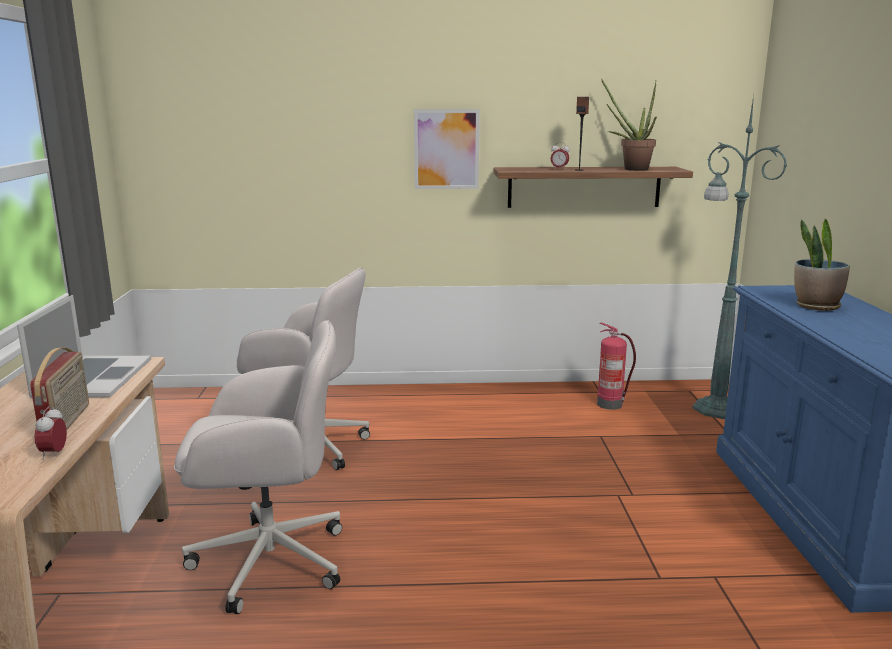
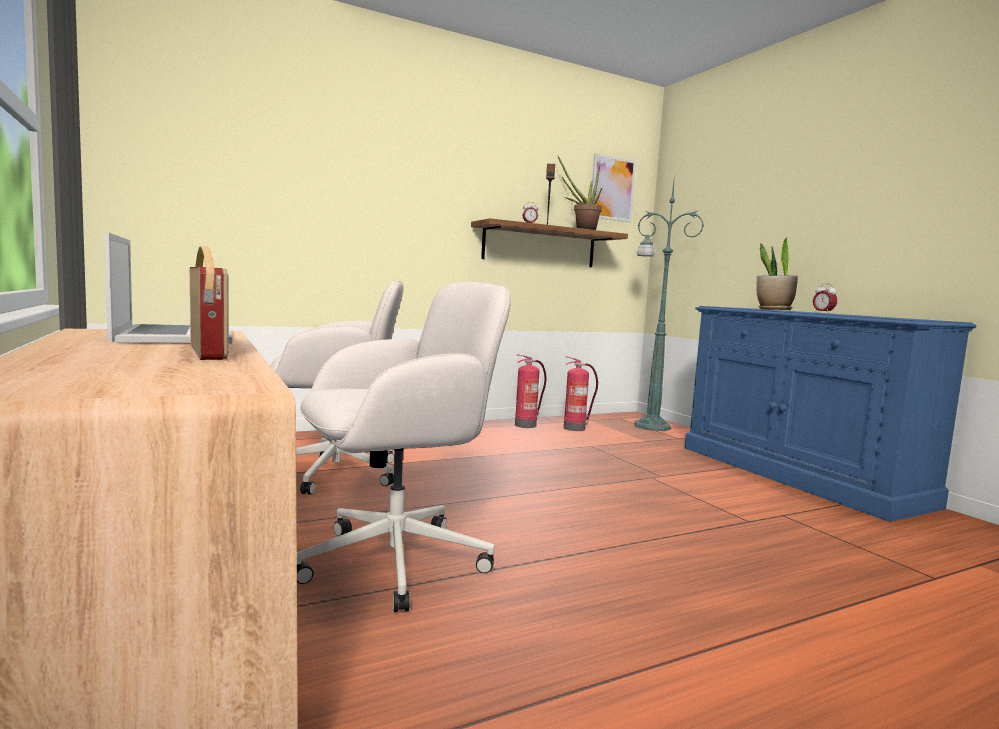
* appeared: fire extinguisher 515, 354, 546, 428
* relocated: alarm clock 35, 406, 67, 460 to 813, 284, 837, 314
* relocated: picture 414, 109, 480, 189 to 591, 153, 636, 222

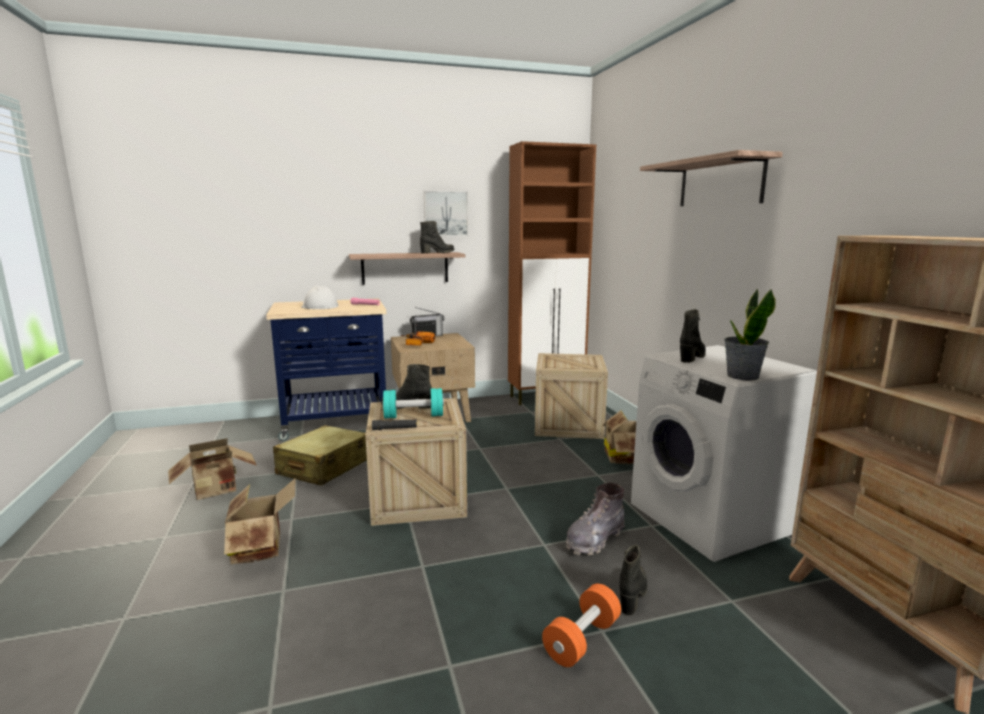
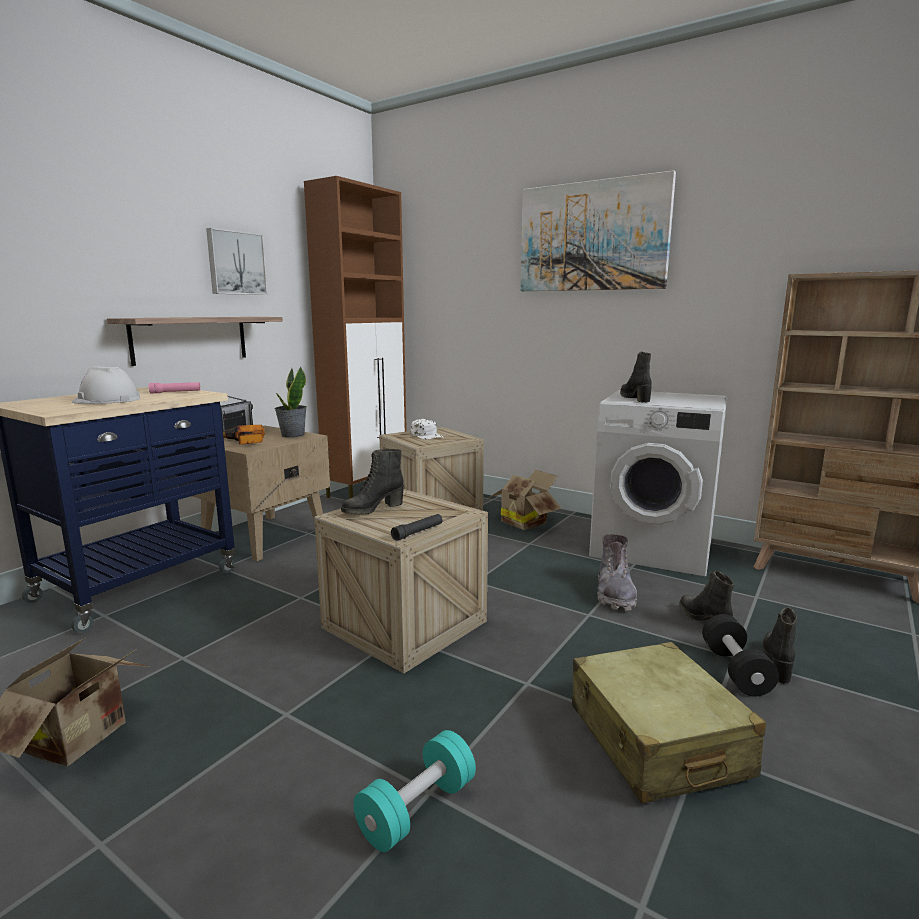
* missing: cardboard box 224, 478, 296, 564
* appeared: white cap 411, 419, 443, 440
* relocated: beige suitcase 273, 425, 367, 486 to 572, 642, 766, 804
* relocated: turquoise dumbbell 383, 388, 444, 418 to 353, 730, 476, 852
* relocated: black boot 420, 221, 454, 253 to 762, 607, 797, 684
* relocated: potted plant 724, 289, 775, 381 to 275, 367, 307, 438
* exchanged: shelf 640, 150, 783, 206 to picture 520, 170, 676, 291
* colour: orange dumbbell 542, 584, 621, 667 to black dumbbell 702, 614, 779, 697

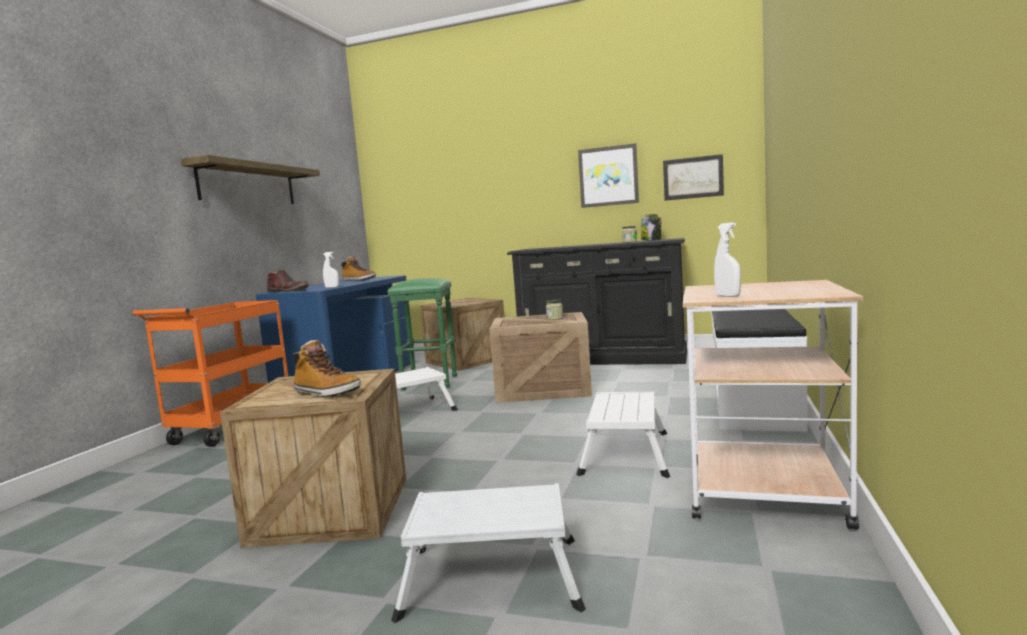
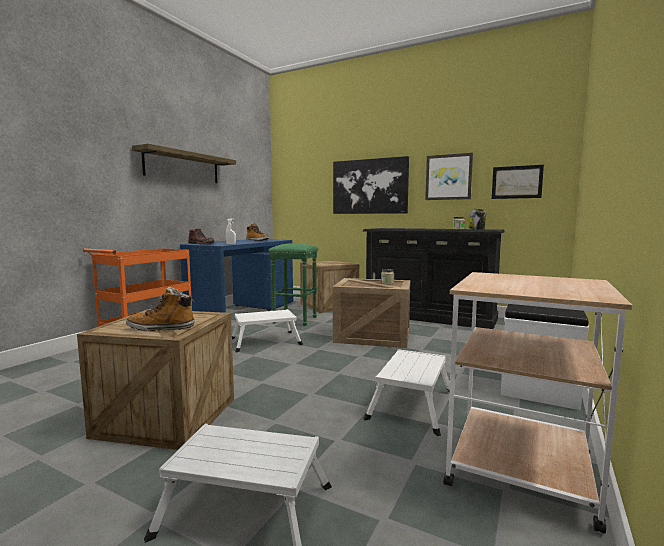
* missing: white spray bottle 714, 222, 741, 297
* appeared: picture 333, 156, 409, 214
* spun: boot 293, 340, 361, 397 = 126, 287, 195, 331 135 degrees clockwise

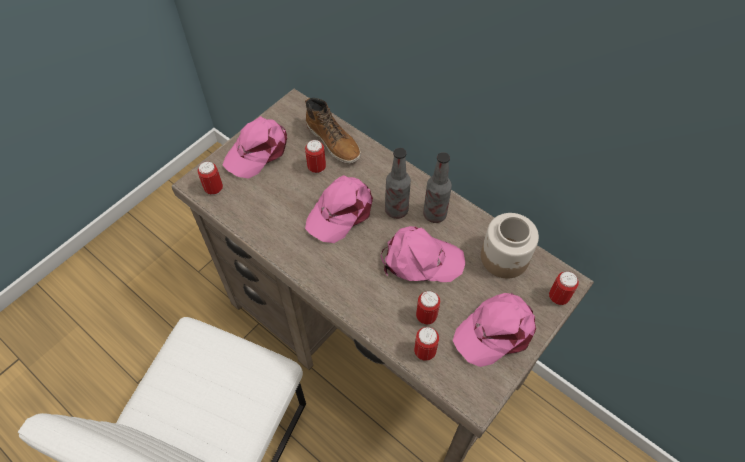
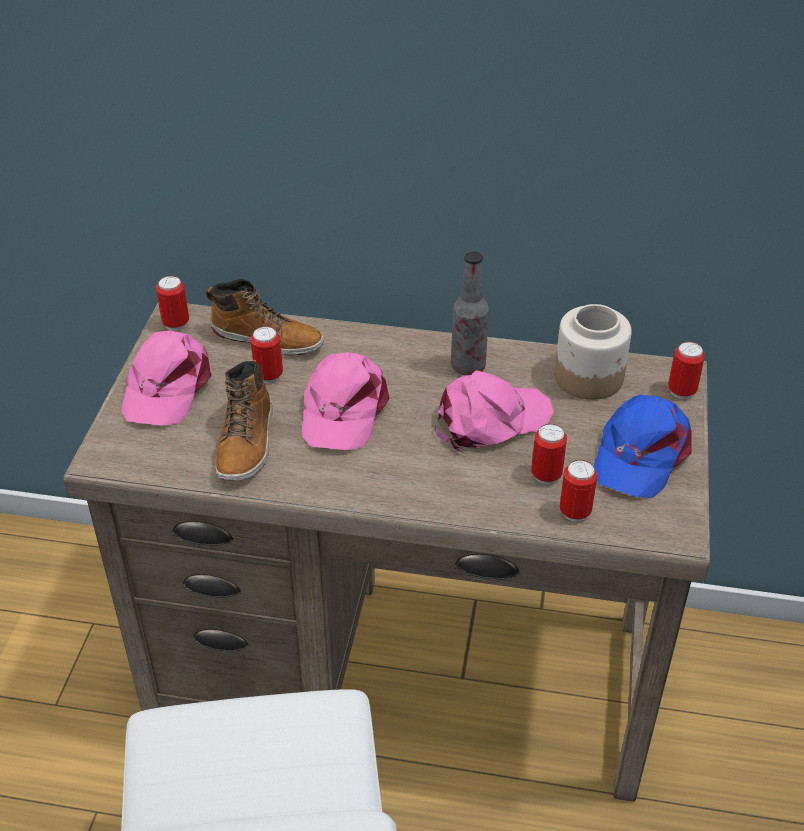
* missing: bottle 385, 148, 411, 219
* appeared: boot 216, 361, 273, 481
* relocated: can 197, 161, 223, 195 to 156, 276, 189, 330
* colour: pink cap 453, 293, 536, 367 to blue cap 594, 395, 692, 498

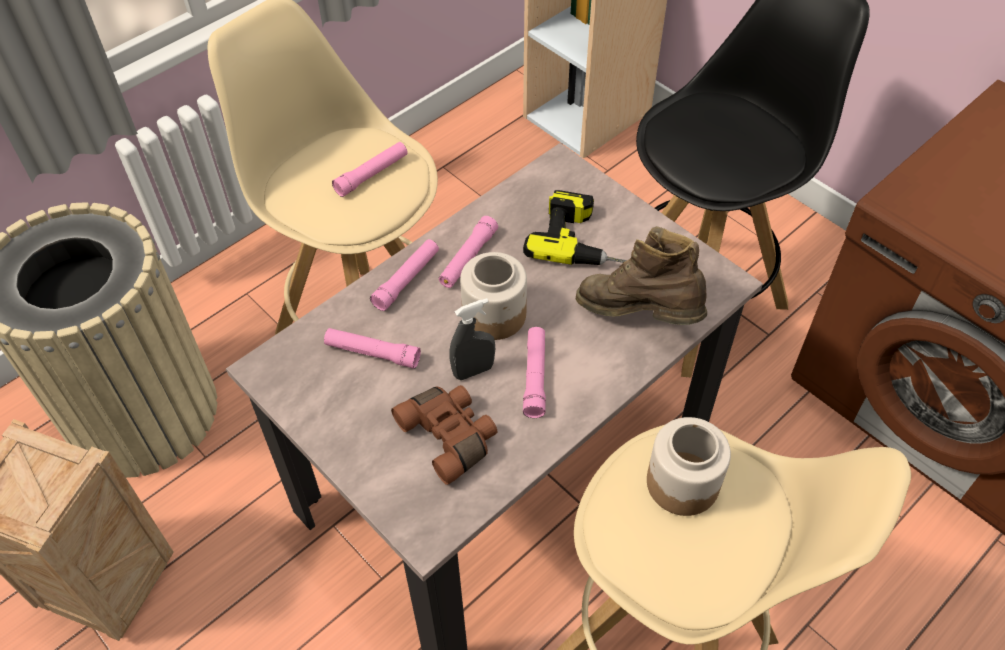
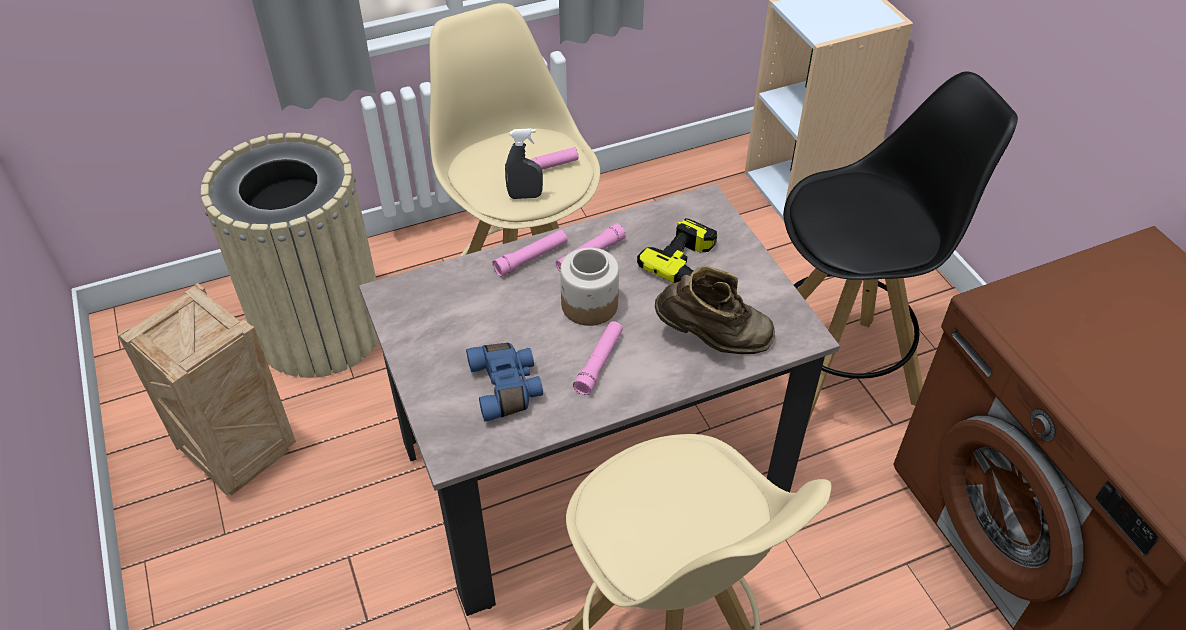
* missing: pink flashlight 324, 328, 421, 369
* missing: jar 647, 417, 731, 516
* relocated: grey spray bottle 450, 298, 495, 380 to 505, 128, 543, 199
* colour: brown binoculars 391, 385, 497, 485 to blue binoculars 466, 343, 543, 422
* spun: brown boot 576, 226, 707, 325 = 655, 266, 775, 354 135 degrees clockwise

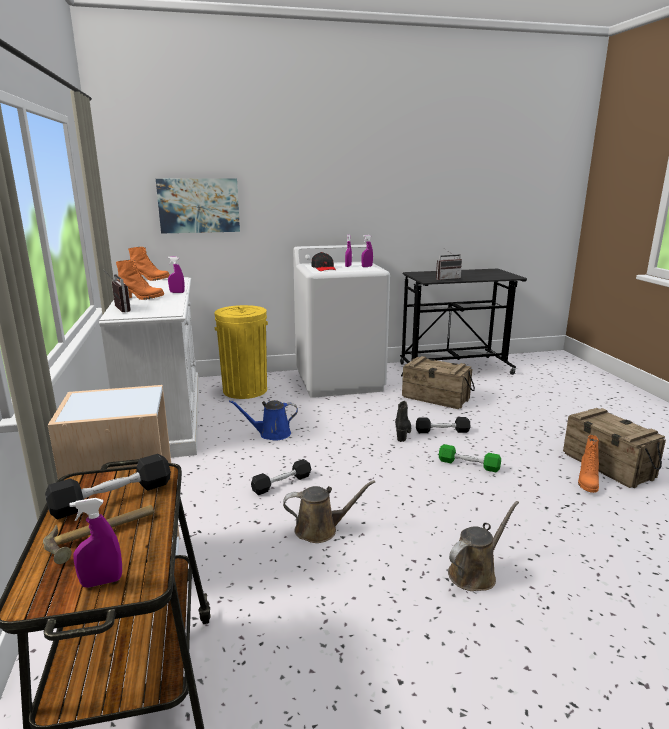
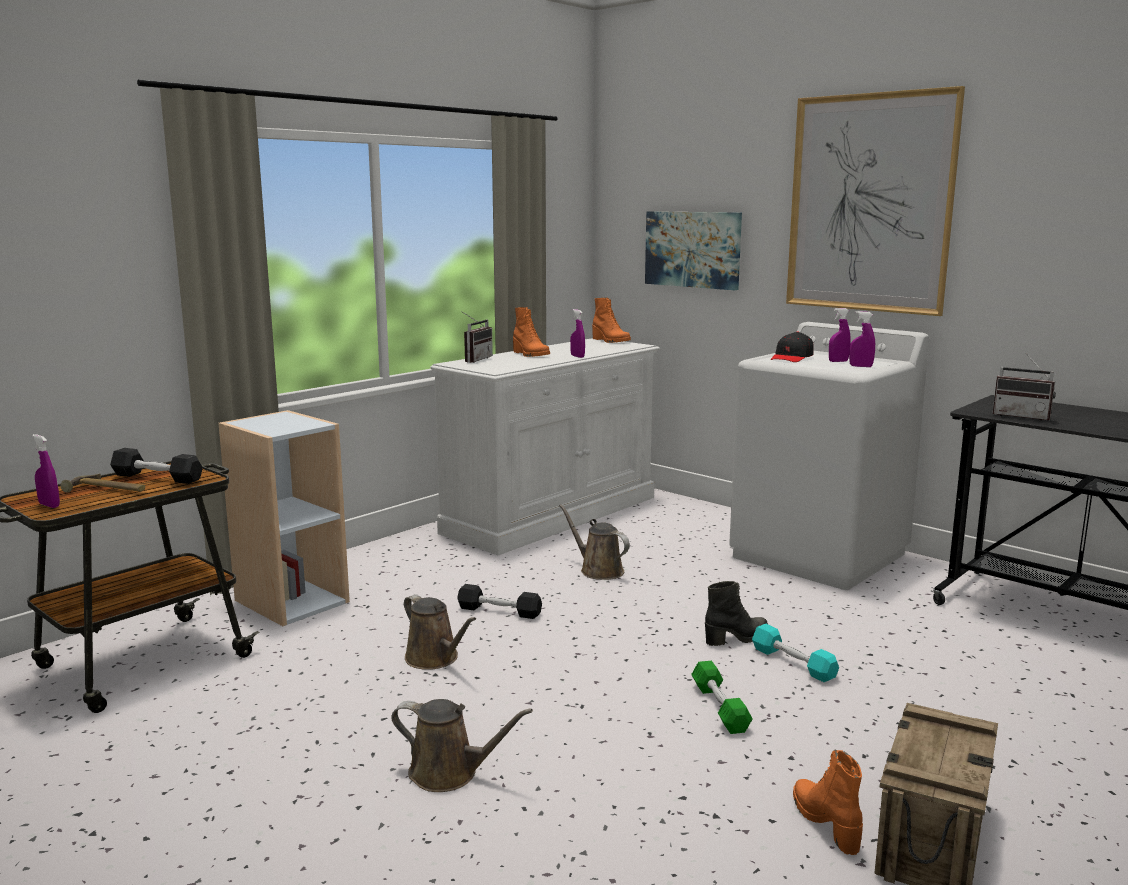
* missing: yellow trash can 214, 305, 268, 399
* missing: crate 401, 356, 475, 409
* appeared: picture 786, 86, 965, 316
* colour: blue watering can 229, 400, 298, 441 to brown watering can 559, 504, 630, 580
* colour: black dumbbell 416, 417, 470, 433 to turquoise dumbbell 752, 624, 839, 682
* spun: orange boot 578, 435, 599, 493 = 793, 750, 863, 855 90 degrees clockwise

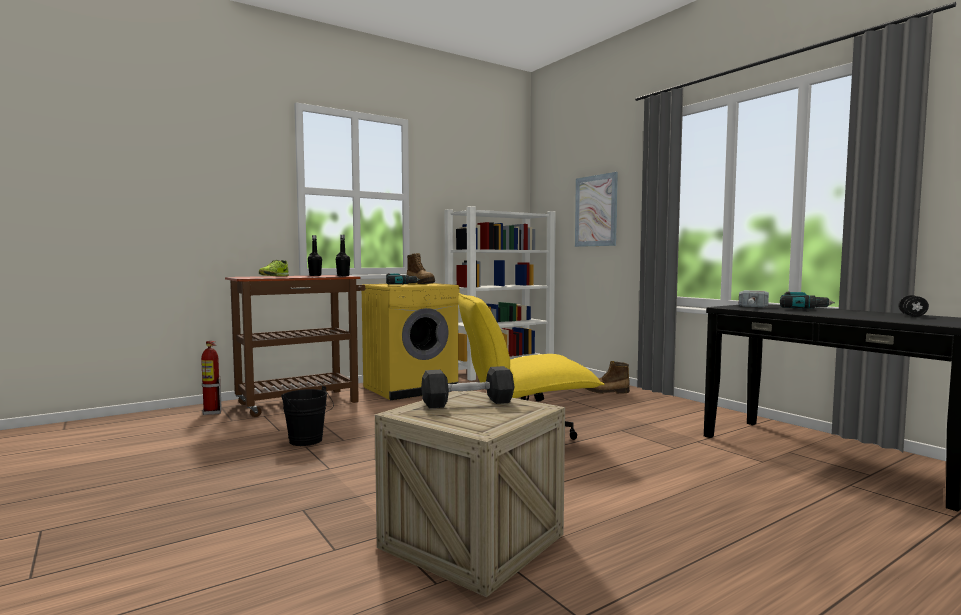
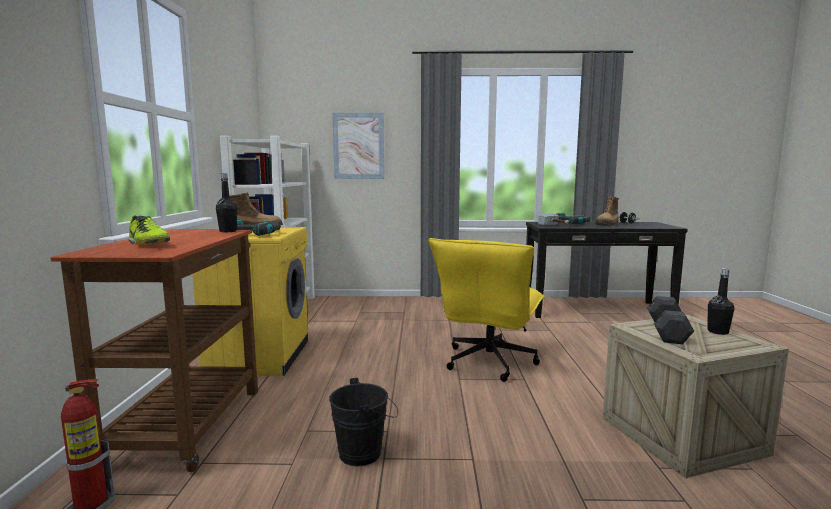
* relocated: black bottle 308, 235, 322, 276 to 707, 268, 734, 335
* relocated: boot 584, 361, 630, 394 to 595, 196, 619, 226

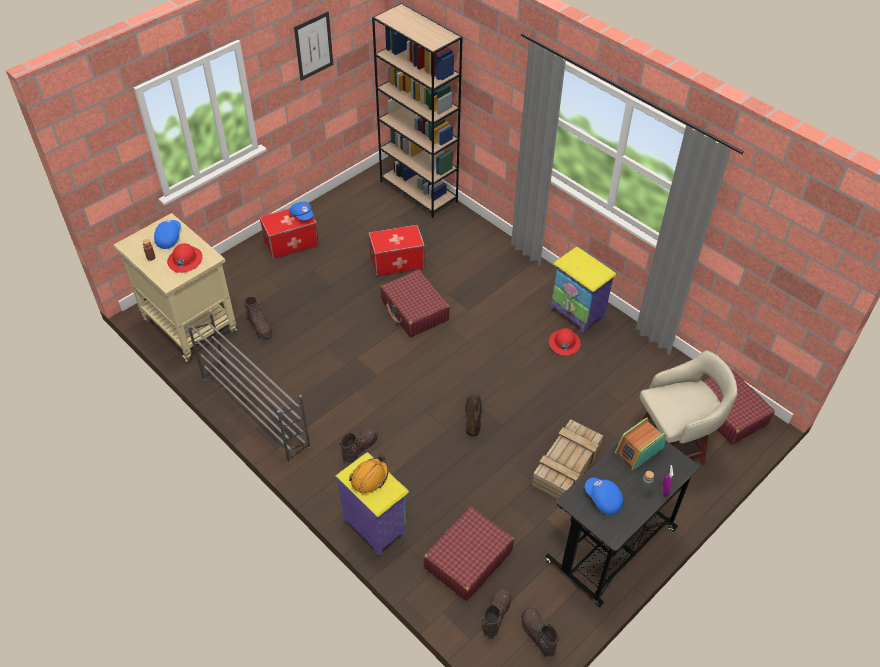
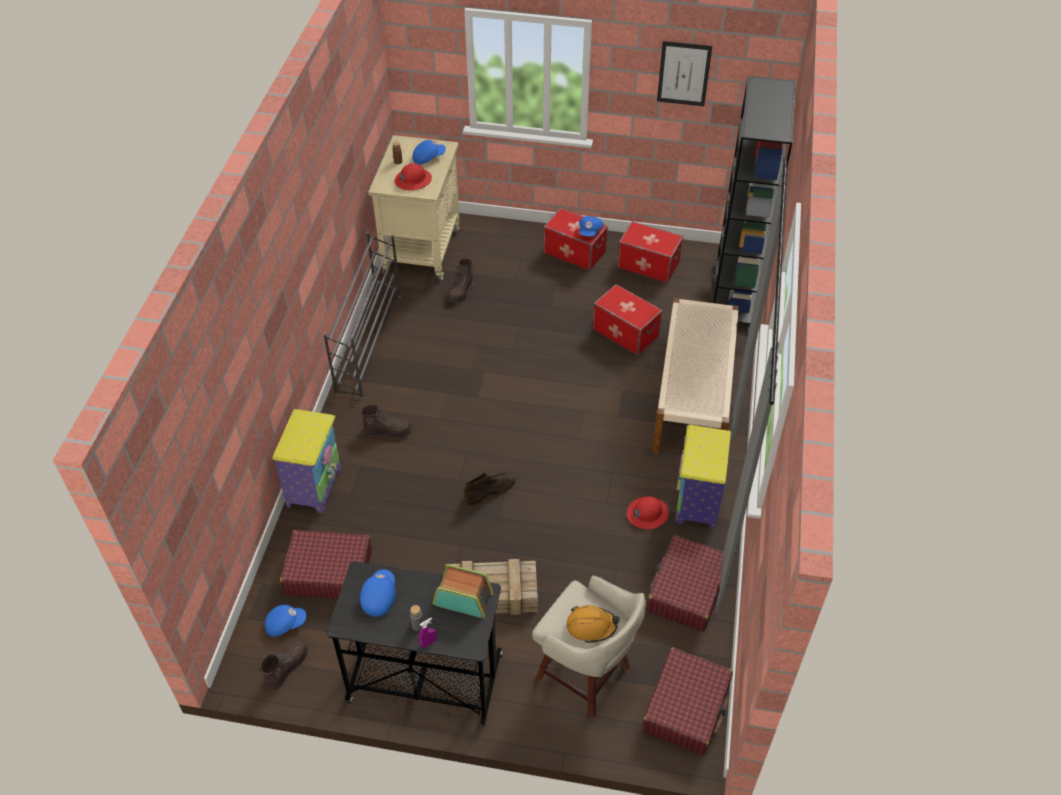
* appeared: storage box 618, 221, 683, 283
* appeared: beige bench 652, 298, 739, 454
* relocated: orange hard hat 349, 455, 389, 494 to 566, 605, 620, 643
* relocated: red suitcase 380, 270, 450, 337 to 646, 535, 724, 632
* exchanged: brown boot 482, 589, 511, 637 to blue cap 265, 605, 306, 637
* colour: beige bookcase 372, 3, 463, 218 to black bookcase 713, 76, 796, 324

